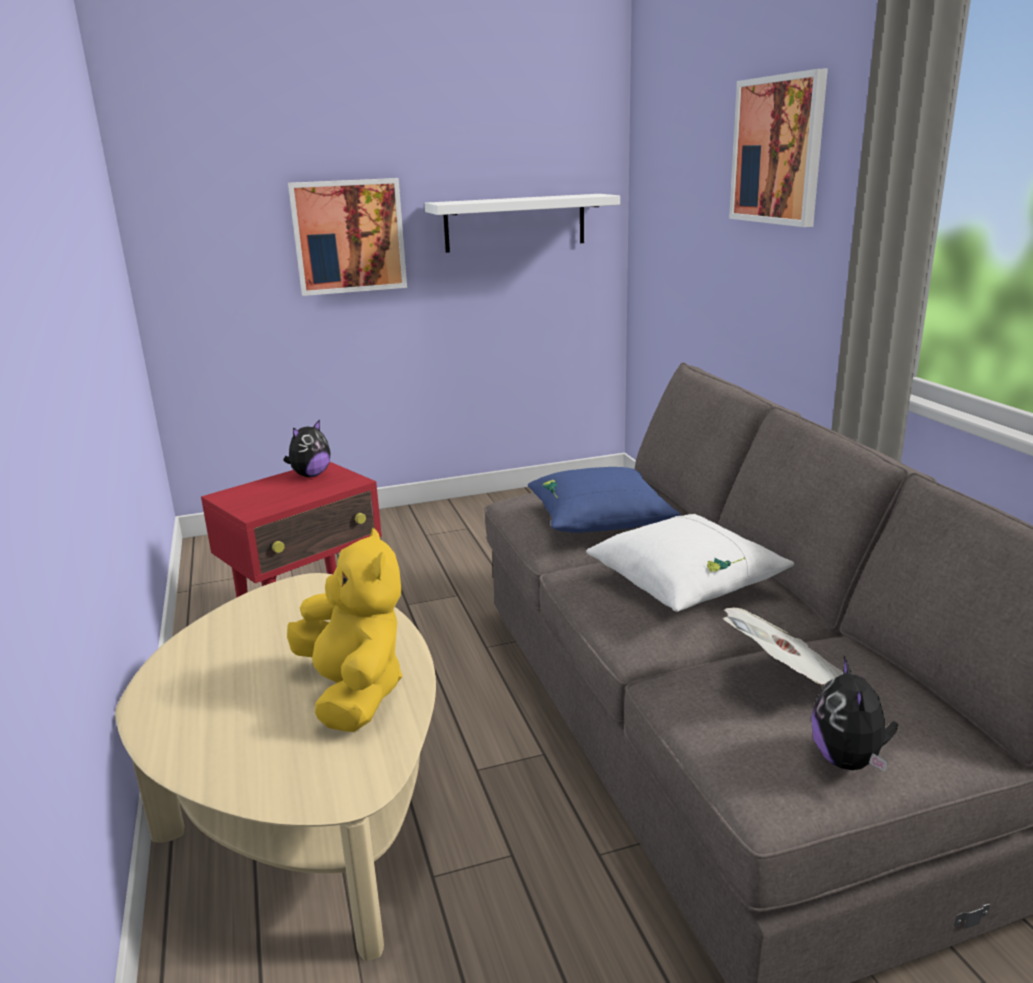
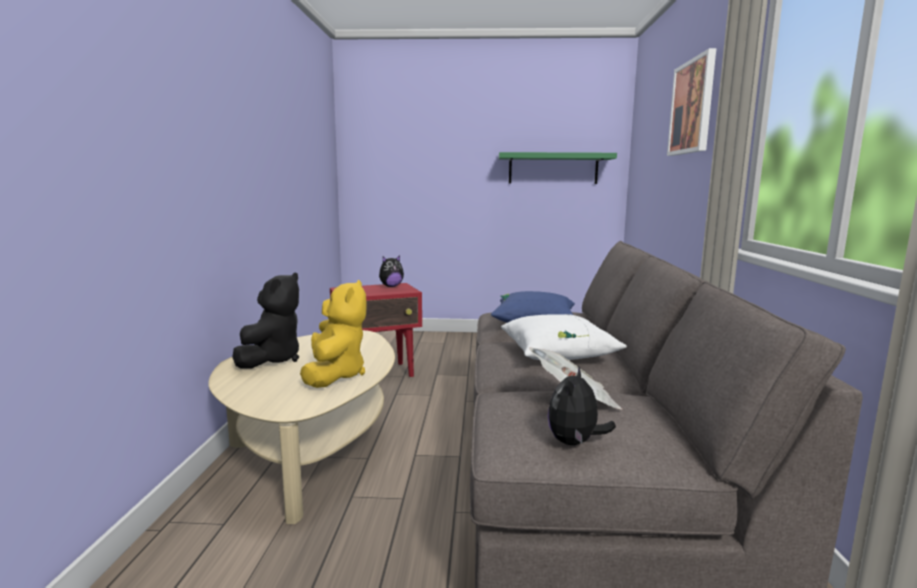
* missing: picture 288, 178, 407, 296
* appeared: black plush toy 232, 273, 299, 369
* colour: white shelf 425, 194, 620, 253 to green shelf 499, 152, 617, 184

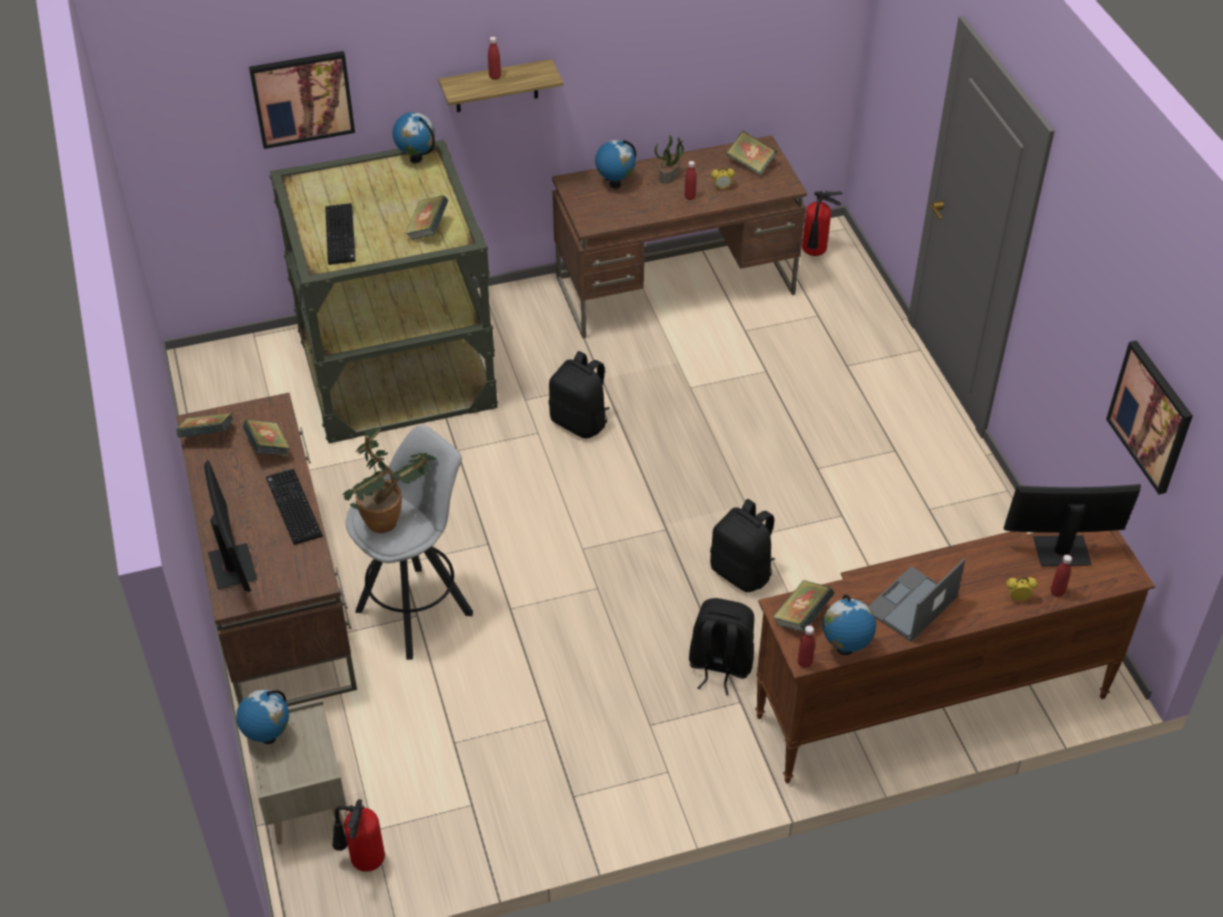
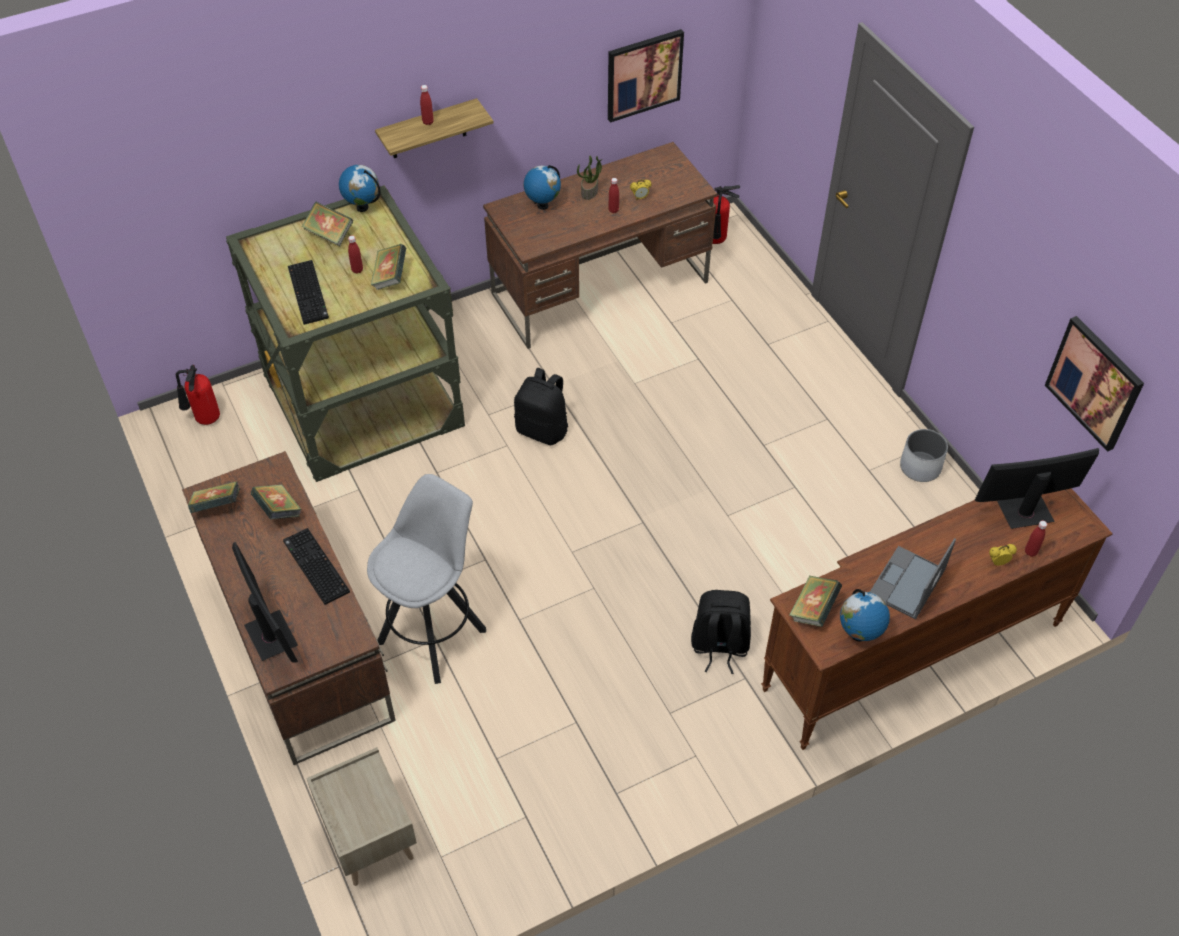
* missing: globe 236, 690, 289, 744
* missing: potted plant 342, 428, 437, 533
* missing: black backpack 710, 499, 775, 592
* appeared: white planter 900, 429, 948, 482
* relocated: picture 249, 51, 355, 149 to 608, 29, 684, 123
* relocated: fire extinguisher 332, 799, 385, 872 to 176, 365, 220, 425
* relocated: book 727, 131, 777, 176 to 302, 201, 353, 247
* relocated: red bottle 798, 625, 815, 668 to 348, 236, 363, 274

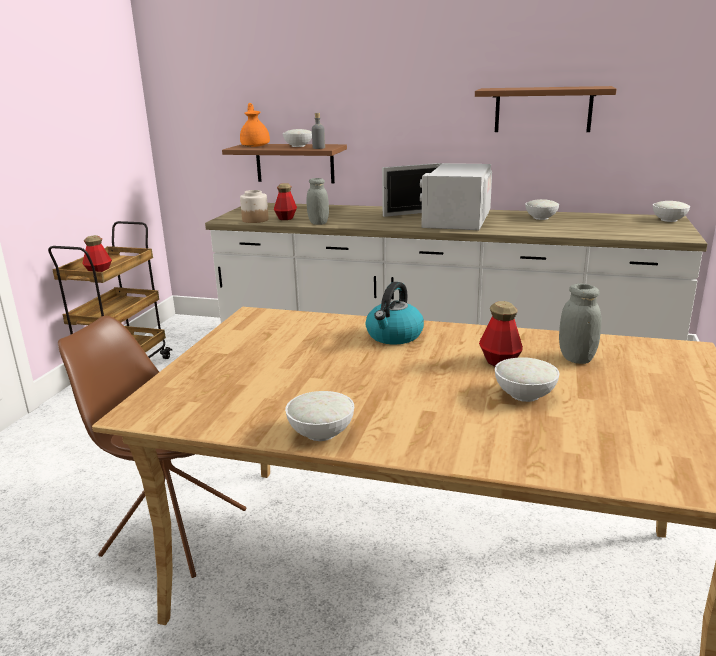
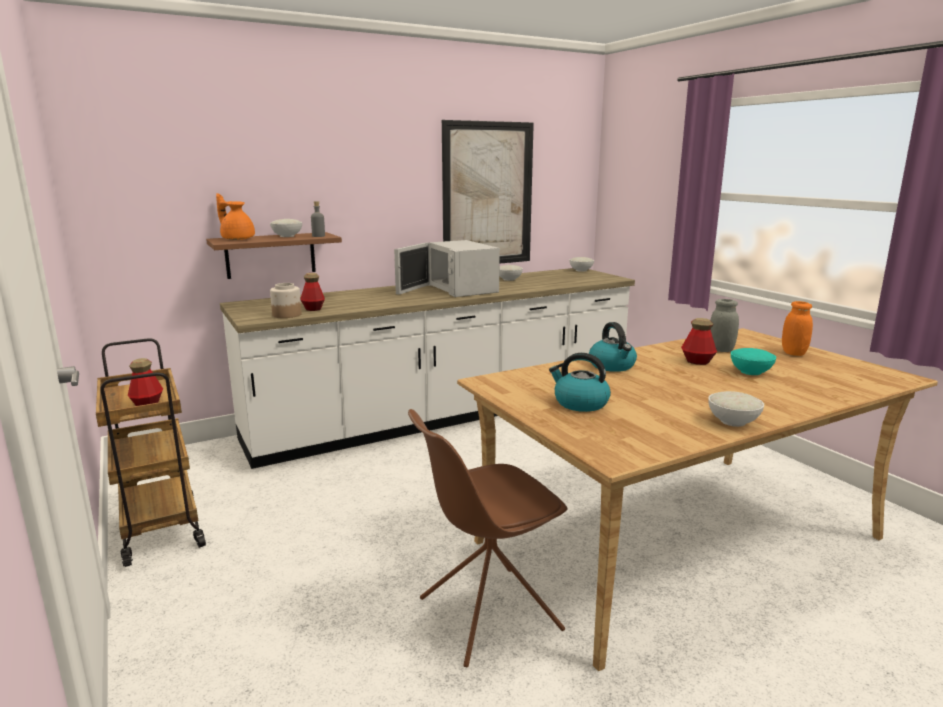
* missing: grey jar 307, 178, 329, 225
* appeared: kettle 549, 353, 611, 412
* appeared: orange jar 782, 301, 813, 356
* exchanged: brown shelf 475, 86, 617, 132 to picture 442, 120, 534, 264
* colour: white bowl 495, 357, 560, 402 to turquoise bowl 731, 348, 776, 375

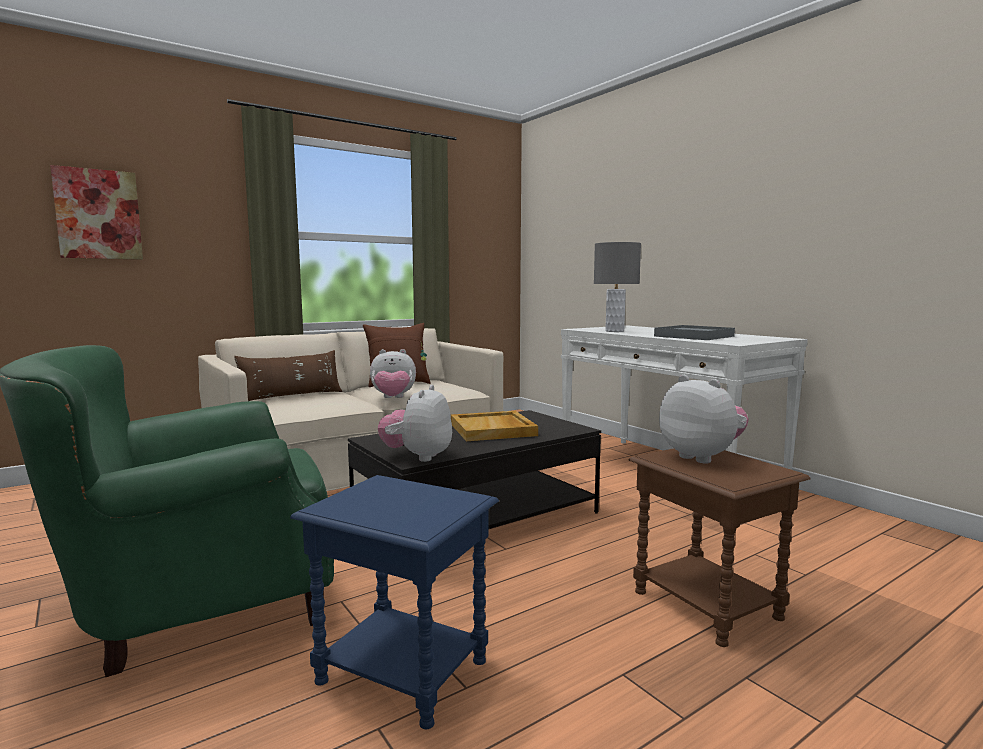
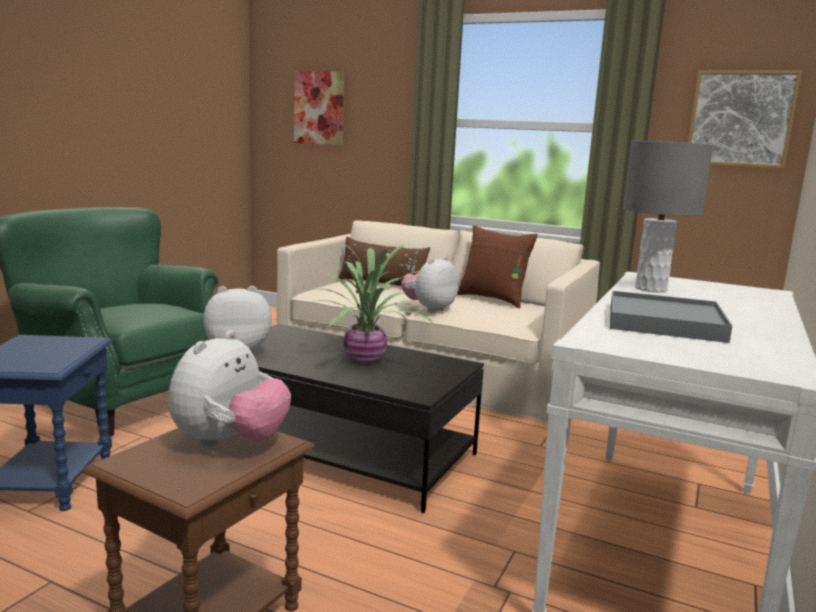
* appeared: picture 688, 70, 802, 169
* exchanged: beige tray 451, 411, 538, 441 to potted plant 312, 244, 434, 364
* spun: plush toy 370, 349, 416, 398 = 401, 256, 458, 313 75 degrees clockwise

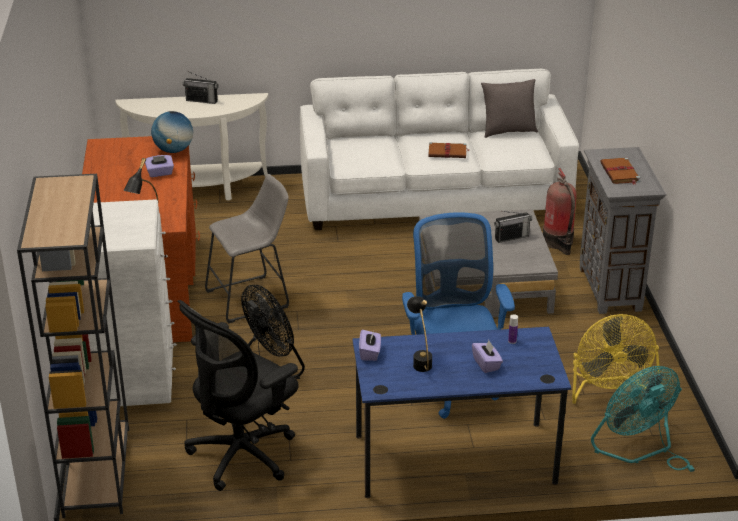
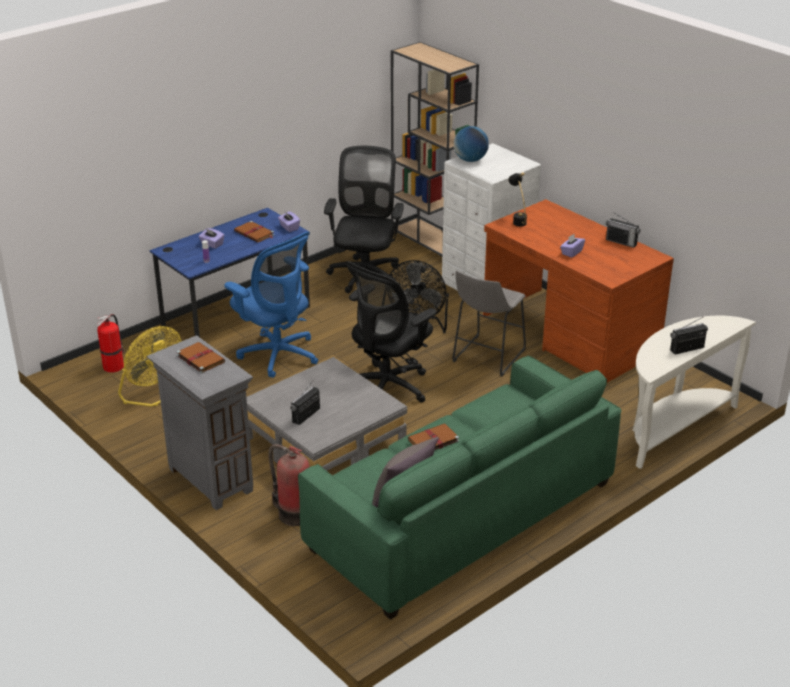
* appeared: black office chair 345, 261, 437, 403
* appeared: radio 606, 212, 640, 248
* relocated: globe 151, 111, 193, 153 to 454, 126, 489, 162
* exchanged: black table lamp 407, 296, 432, 372 to brown book 234, 221, 274, 242
* exchanged: turquoise fan 591, 366, 695, 472 to fire extinguisher 97, 314, 124, 373
* colour: white sofa 300, 69, 579, 230 to green sofa 298, 356, 621, 620

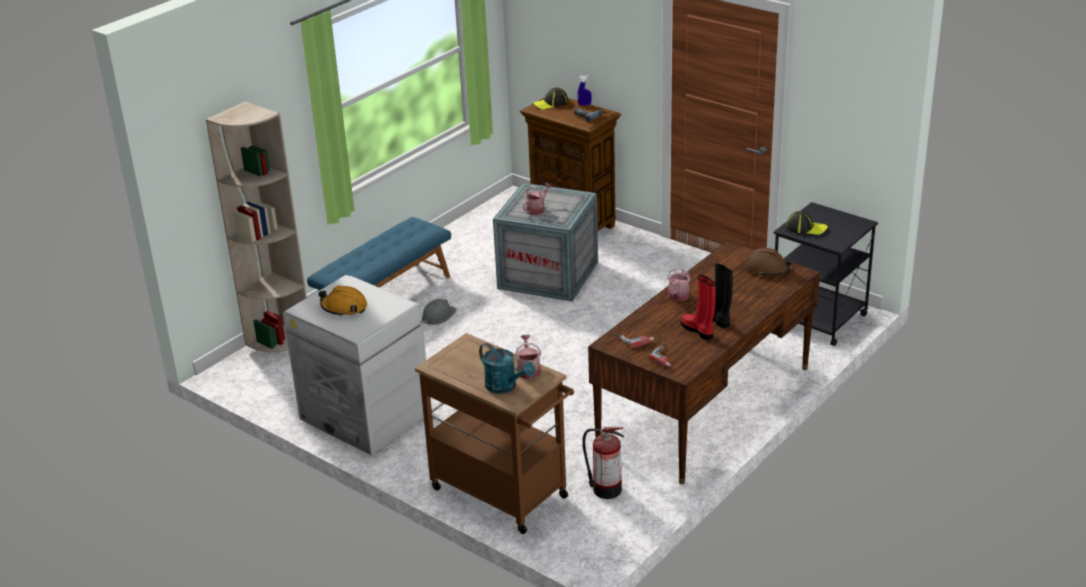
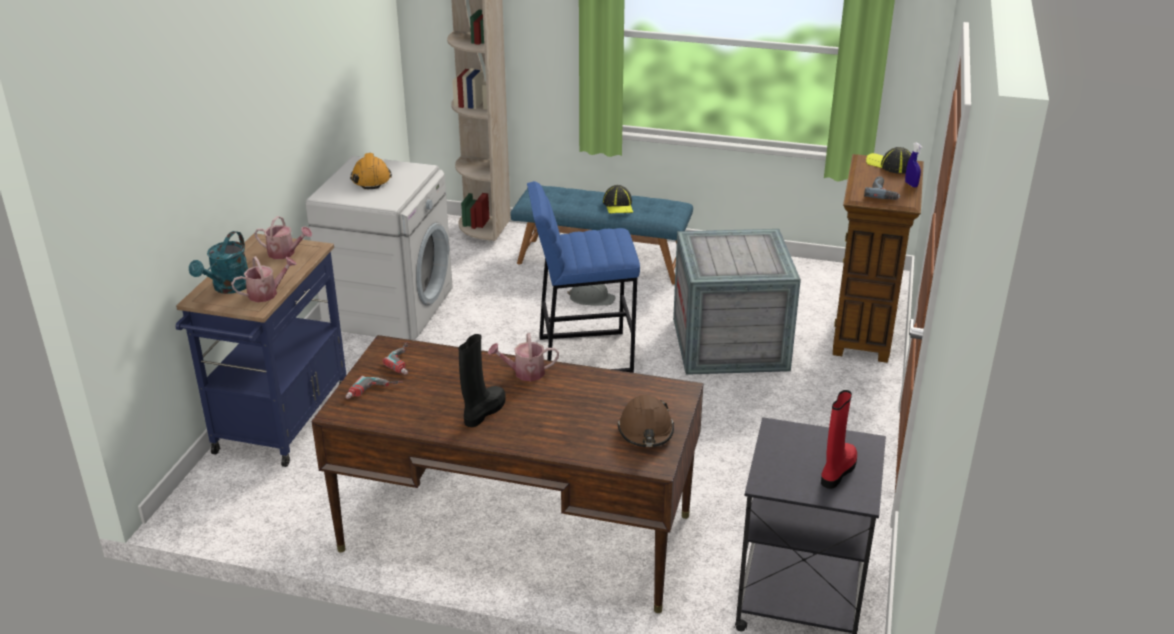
* missing: fire extinguisher 583, 427, 624, 499
* appeared: blue stool 527, 181, 640, 373
* relocated: watering can 523, 183, 552, 215 to 254, 216, 312, 259
* relocated: red boot 681, 275, 715, 340 to 821, 390, 857, 489
* relocated: cap 786, 211, 828, 235 to 603, 185, 633, 214
* colour: brown cart 415, 333, 574, 534 to blue cart 176, 234, 346, 467

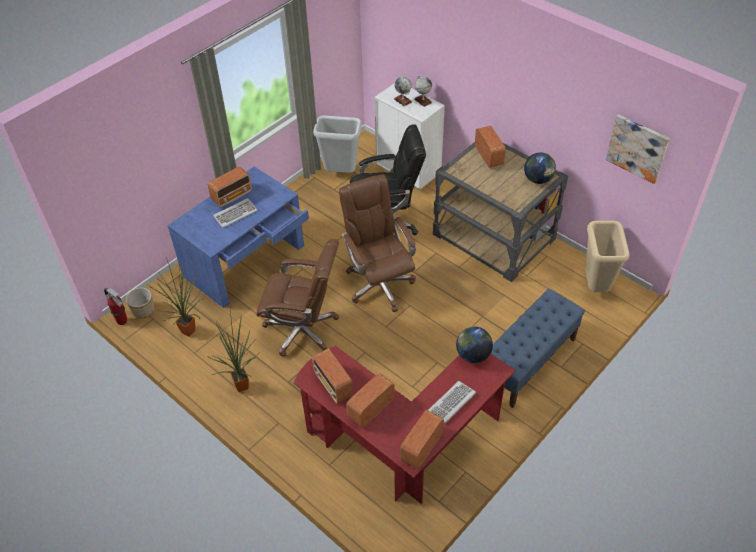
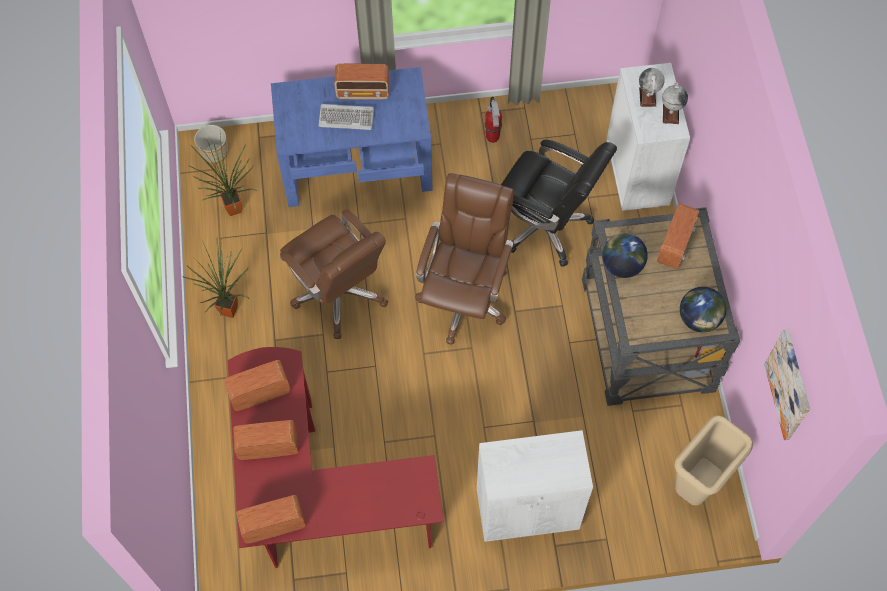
* missing: grey trash can 313, 115, 362, 173
* missing: keyboard 428, 381, 476, 423
* relocated: fire extinguisher 104, 288, 127, 325 to 485, 97, 502, 143
* relocated: globe 456, 327, 493, 363 to 602, 233, 648, 278
* exchanged: blue bench 491, 289, 585, 408 to white cabinet 477, 430, 593, 542
* spun: radio 312, 349, 353, 403 = 224, 360, 290, 411 60 degrees clockwise

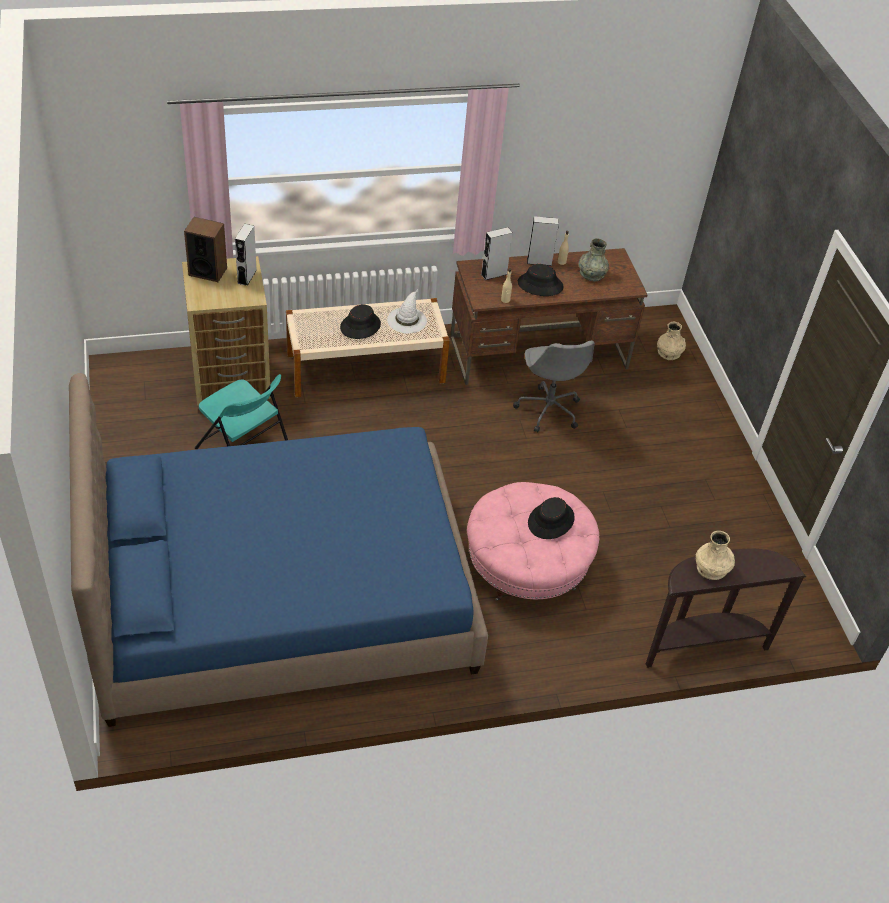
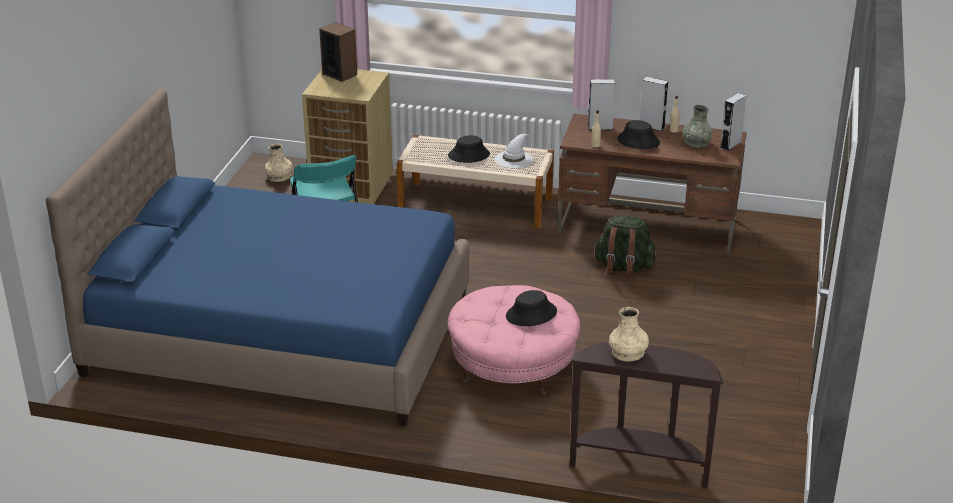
* relocated: grey speaker 235, 224, 257, 286 to 720, 93, 747, 151
* relocated: beige vase 657, 322, 686, 360 to 265, 144, 293, 182
* exchanged: grey office chair 513, 341, 595, 433 to green backpack 593, 216, 656, 278

